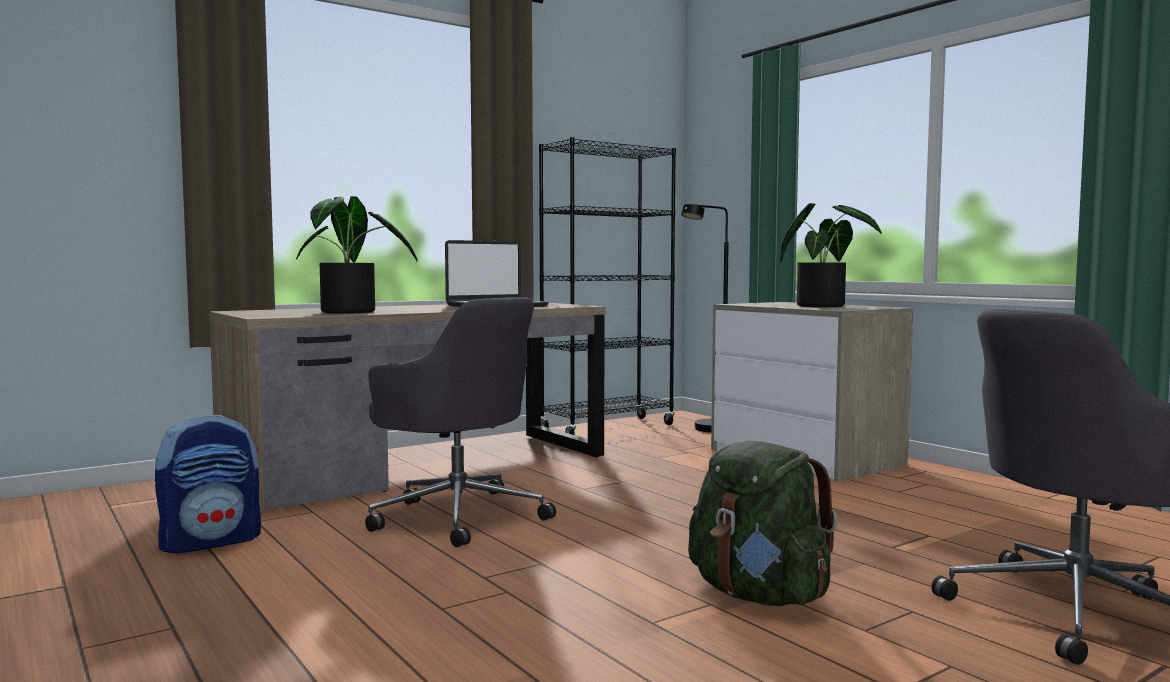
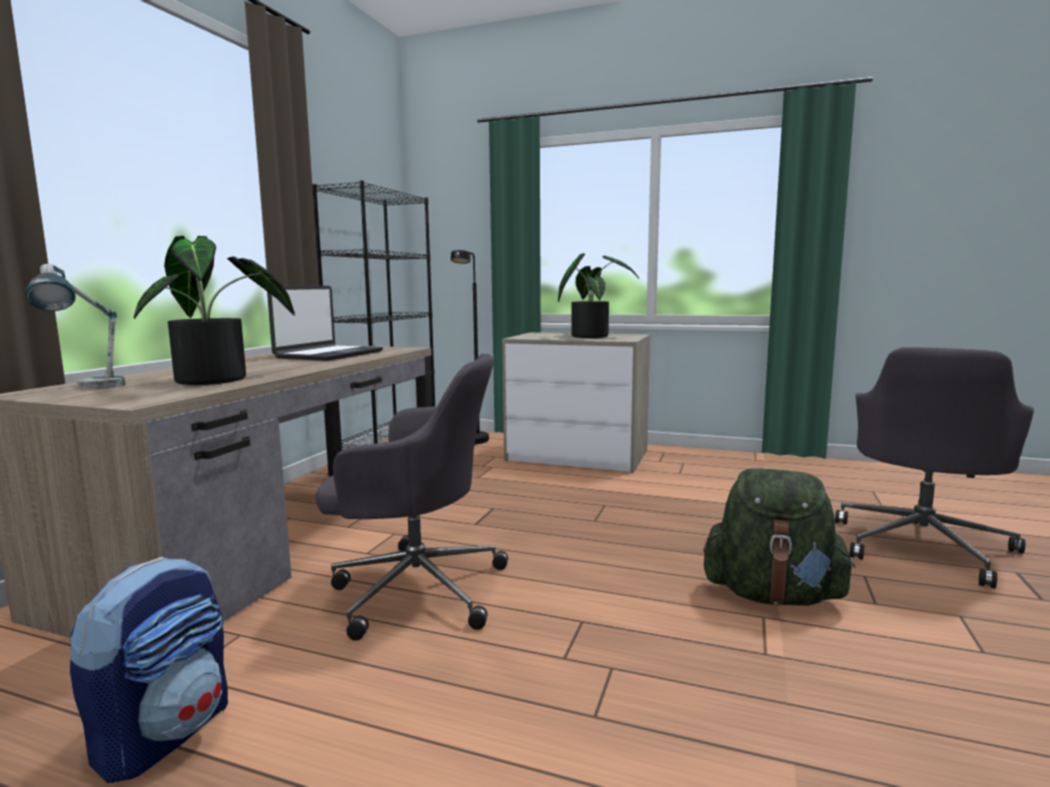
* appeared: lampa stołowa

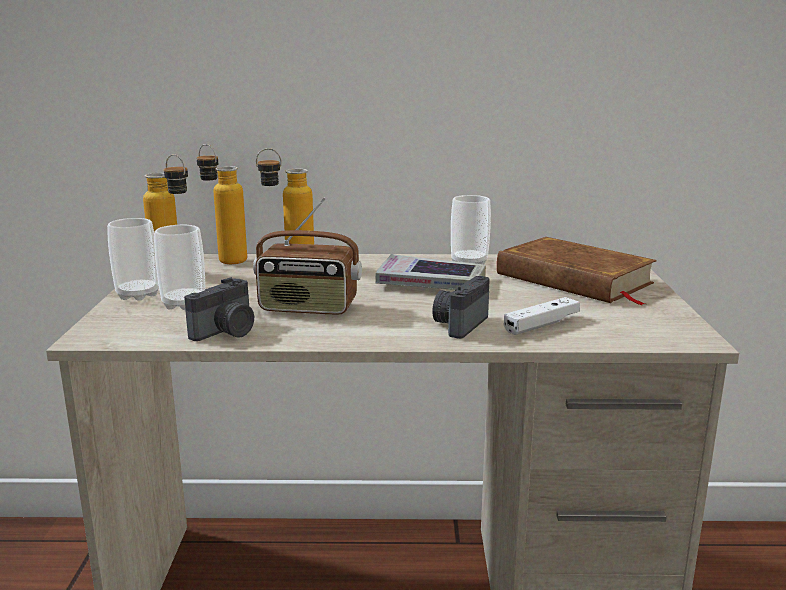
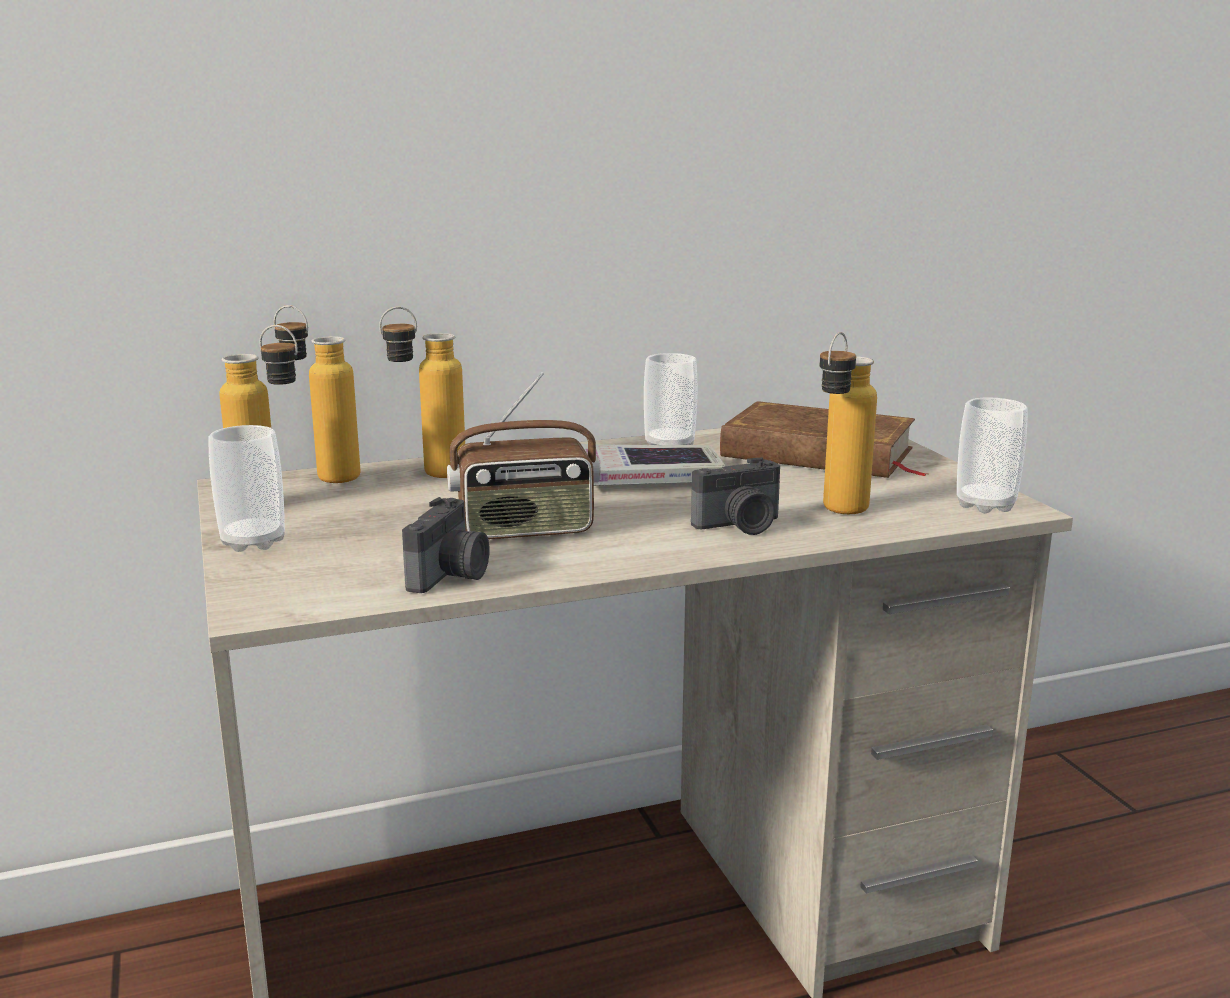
* relocated: filiżanka (no. 2 from left in the first image) to filiżanka (no. 3 from left)
* spun: aparat fotograficzny (no. 2 from left) 120 degrees counterclockwise
* exchanged: pad do gier [biały] to butelka (no. 4 from left)

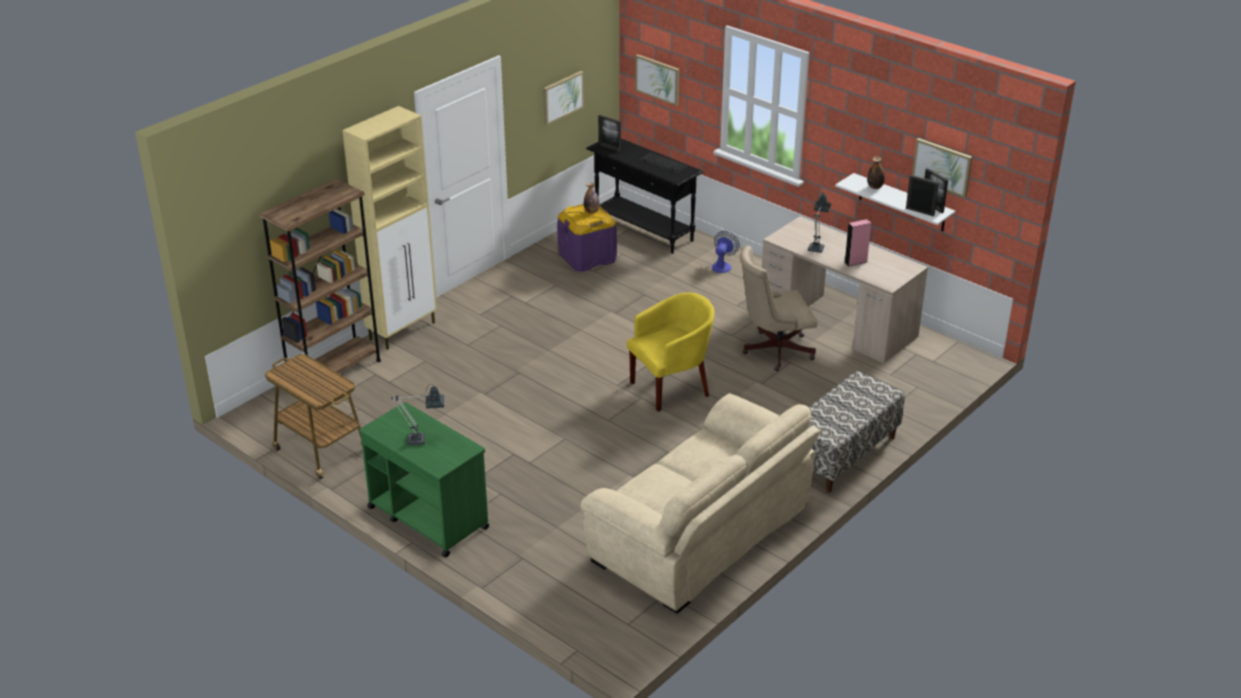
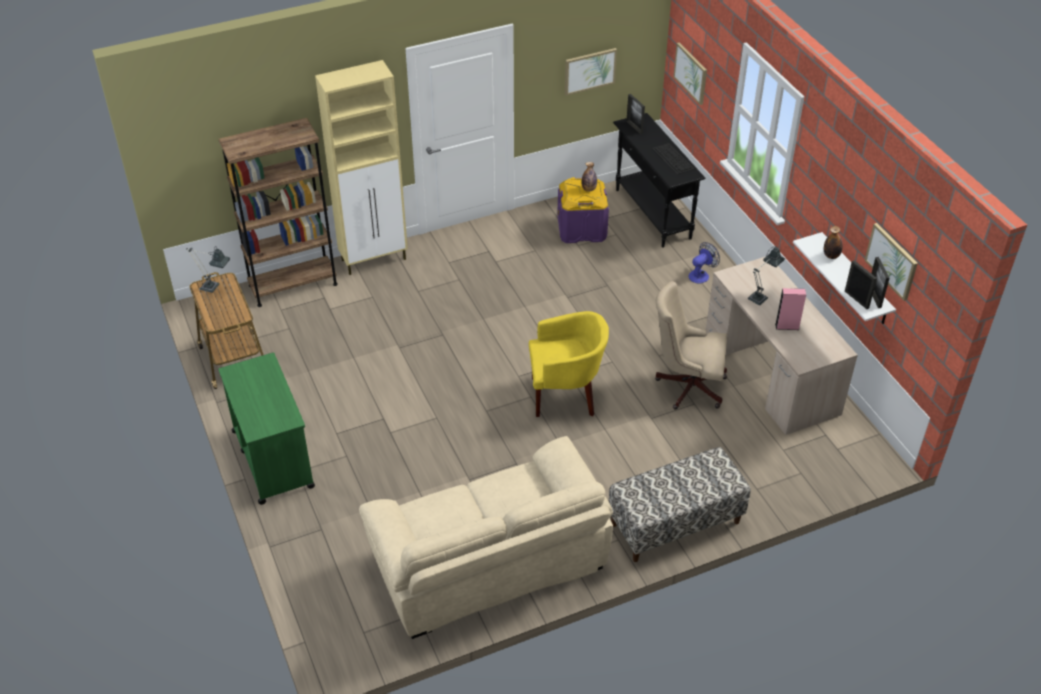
* relocated: lampa stołowa (no. 1 from left)

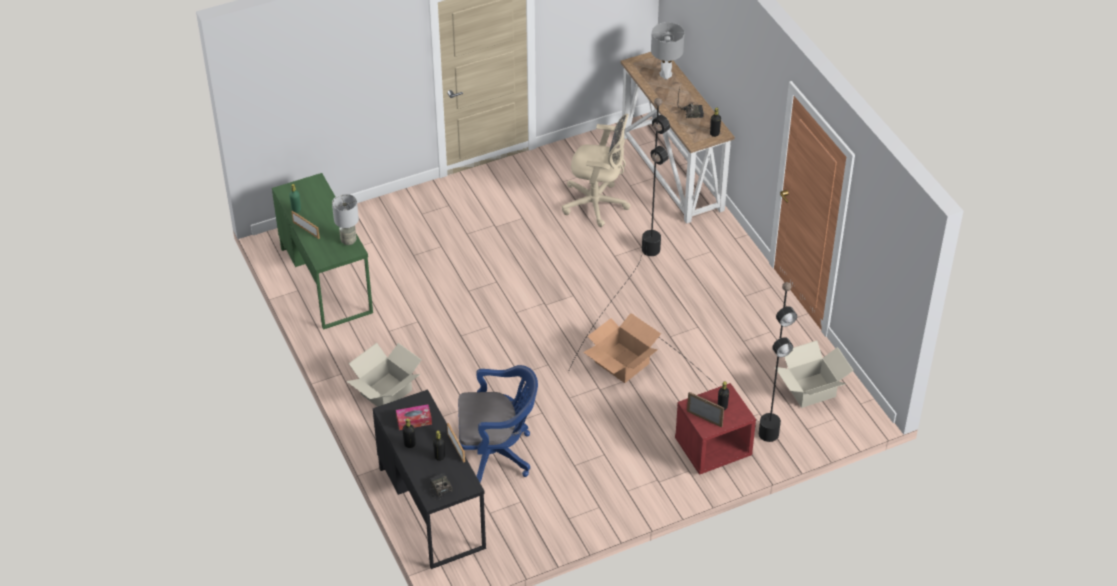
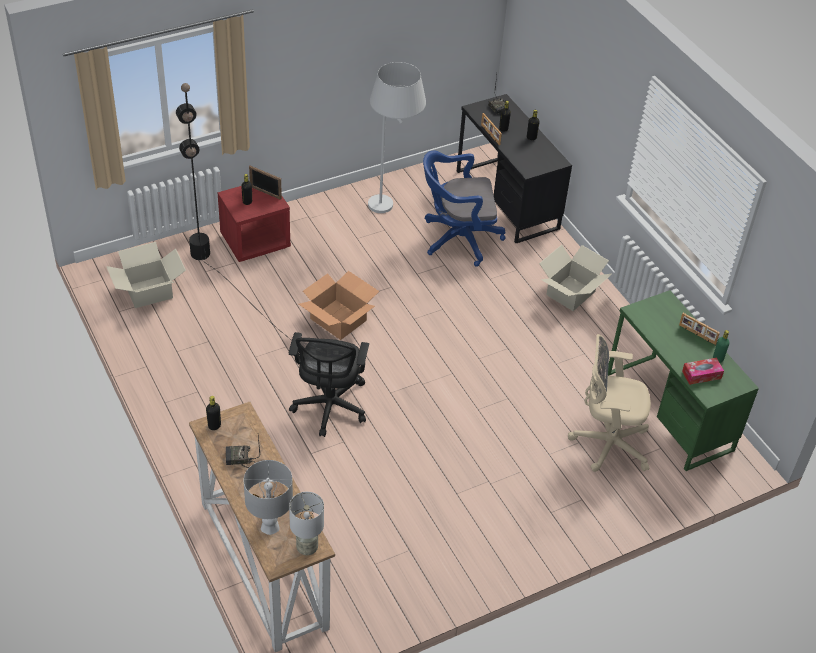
* relocated: lampa stołowa [szary] (no. 1 from left in the first image) to lampa stołowa [szary] (no. 2 from left)
* relocated: pudełko chusteczek
* relocated: krzesło biurowe [beżowy]
* exchanged: lampa stojąca [czarny] (no. 1 from left) to krzesło biurowe [czarny]
* appeared: lampa stojąca [biały]

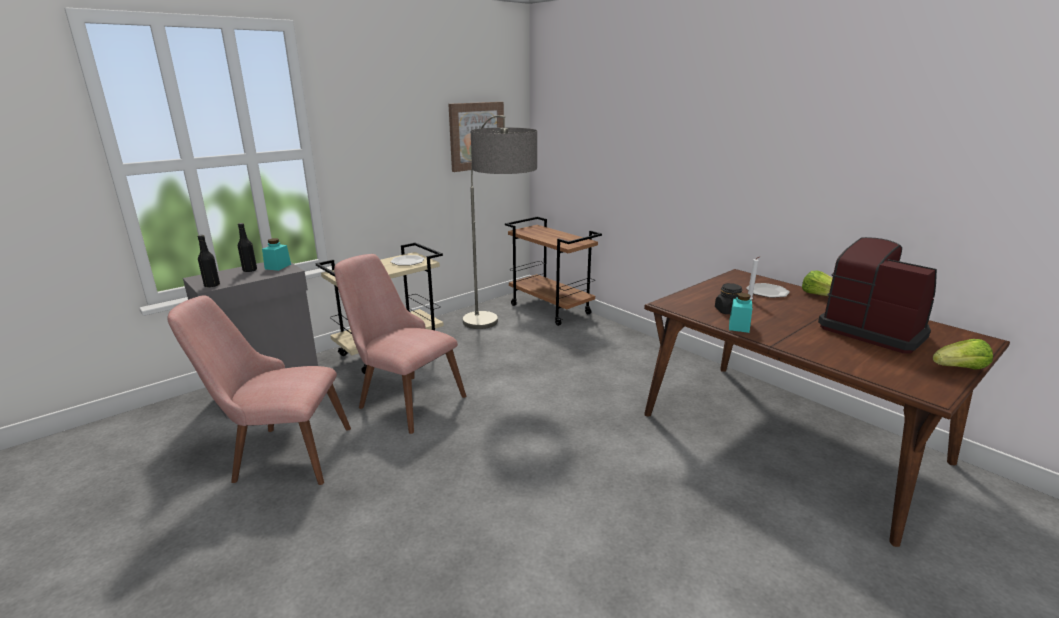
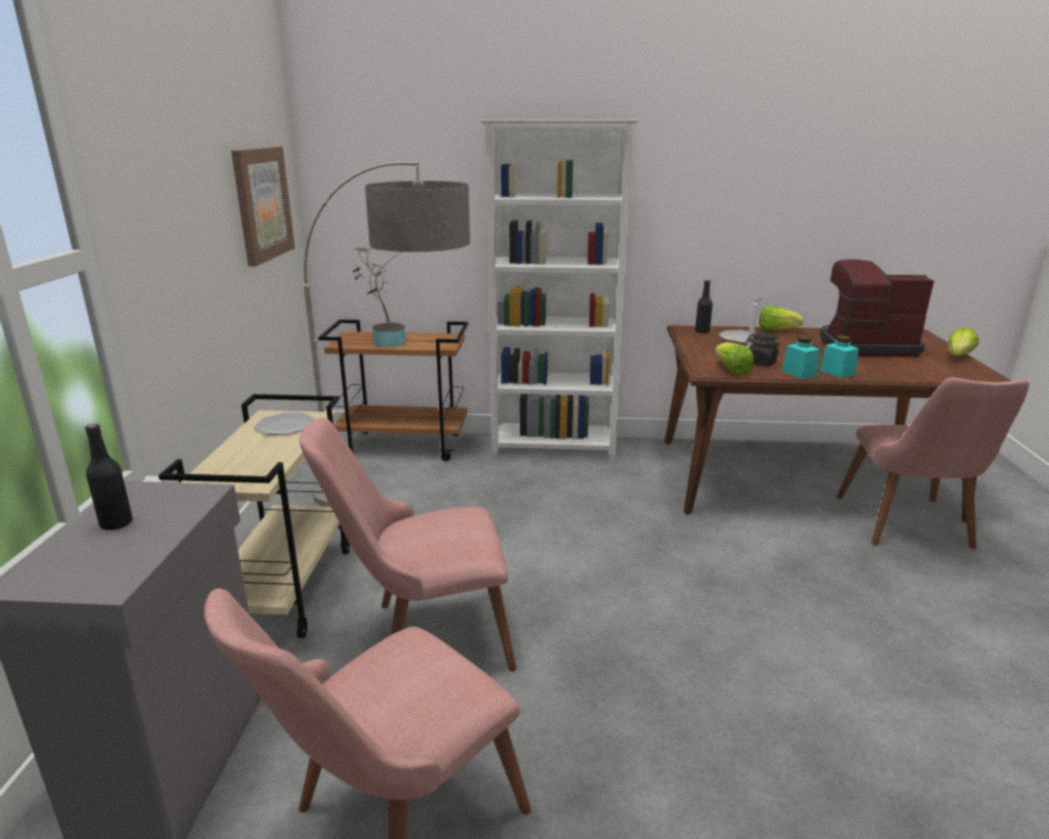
* relocated: butelka [czarny] (no. 1 from left in the first image) to butelka [czarny] (no. 2 from left)
* relocated: słoik [turkusowy] (no. 1 from left in the first image) to słoik [turkusowy] (no. 2 from left)
* appeared: roślina doniczkowa
* appeared: regał [biały]
* appeared: sałata (no. 1 from left)
* appeared: krzesło [różowy] (no. 3 from left)

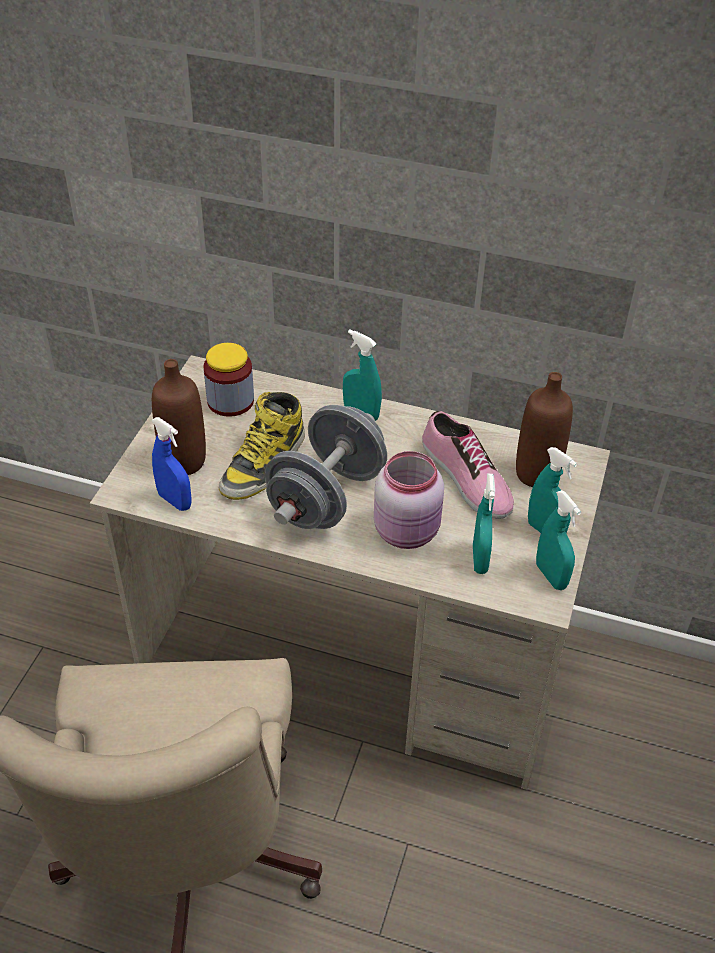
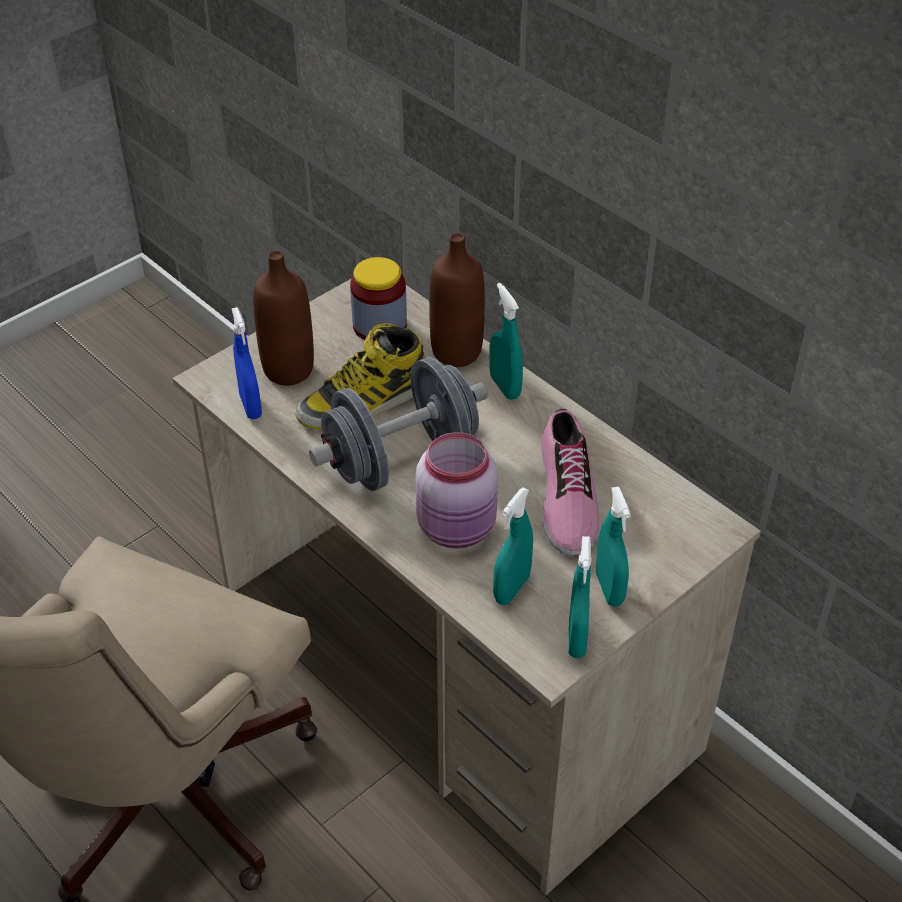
* relocated: butelka [brązowy] (no. 2 from left)

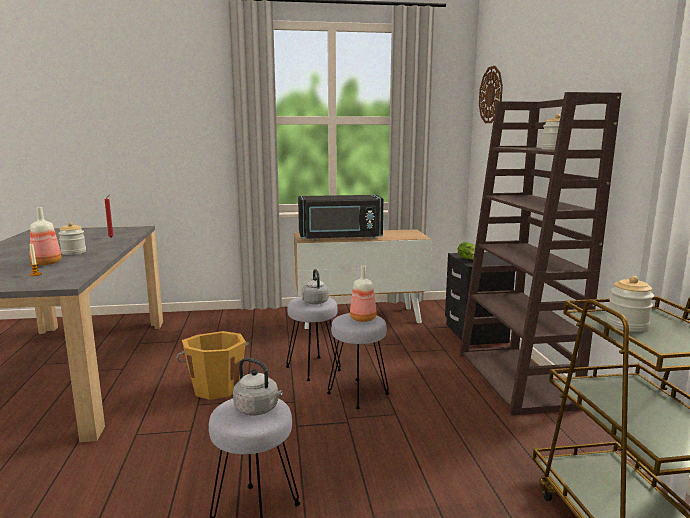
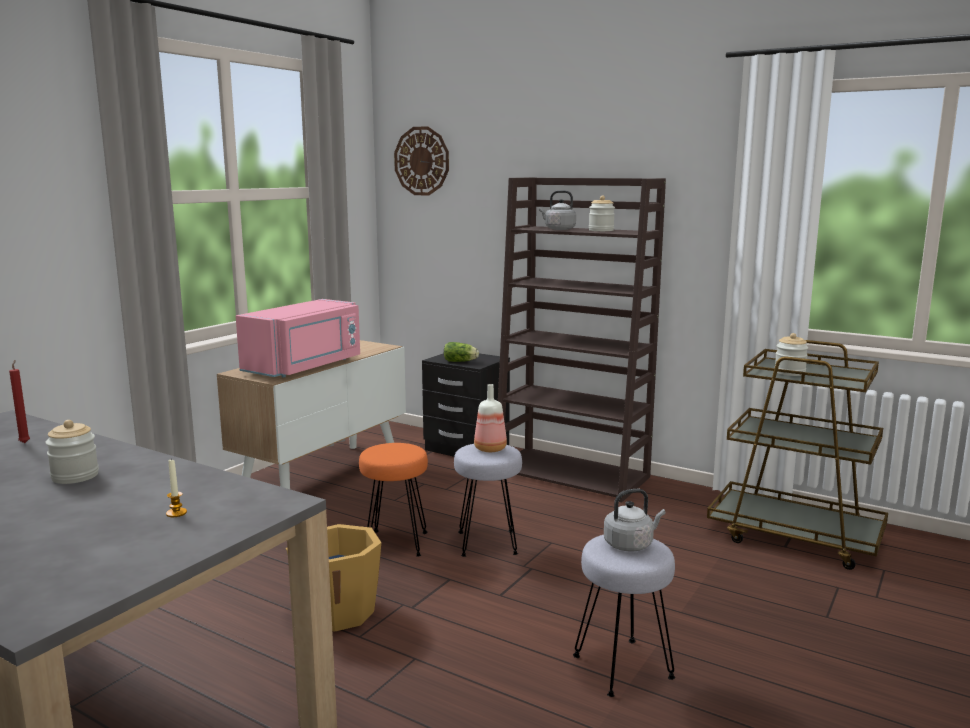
* missing: butelka (no. 1 from left)
* colour: stołek [szary] (no. 2 from left) to stołek [pomarańczowy]
* colour: mikrofalówka [czarny] to mikrofalówka [różowy]
* relocated: czajnik [szary] (no. 2 from left in the first image) to czajnik [szary] (no. 1 from left)

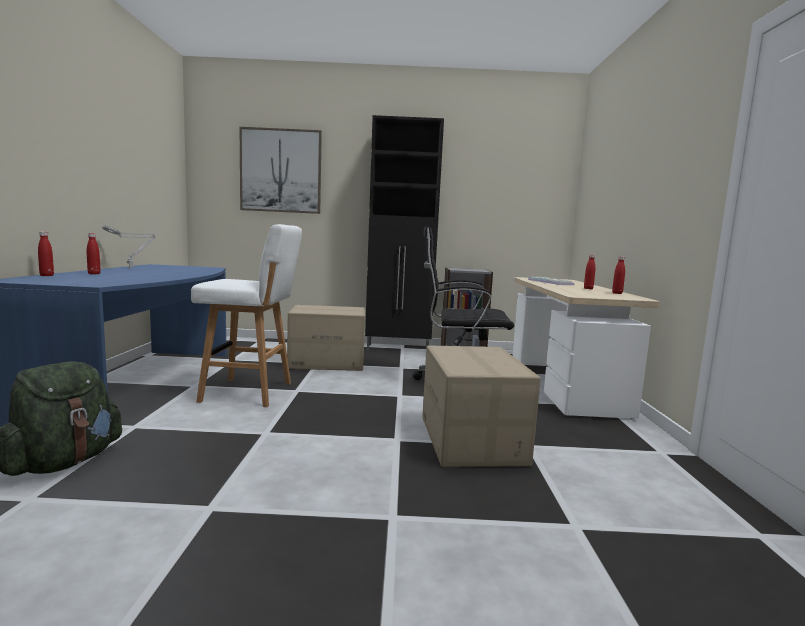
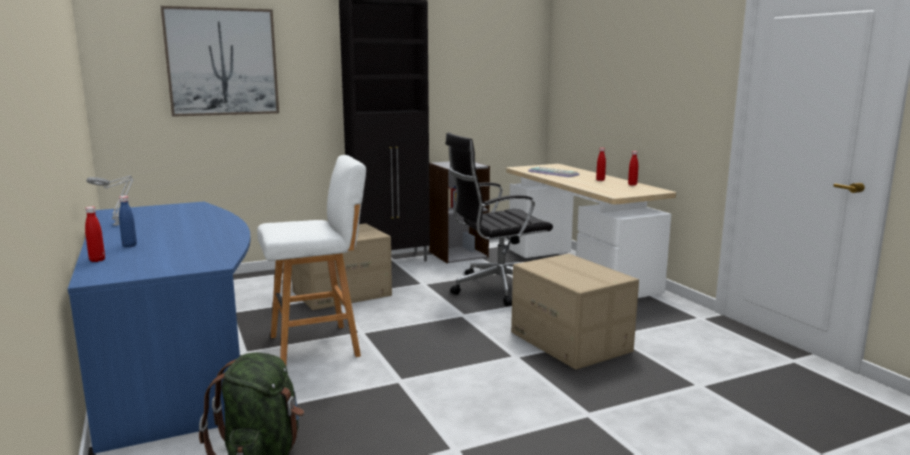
* colour: butelka [czerwony] (no. 2 from left) to butelka [niebieski]

